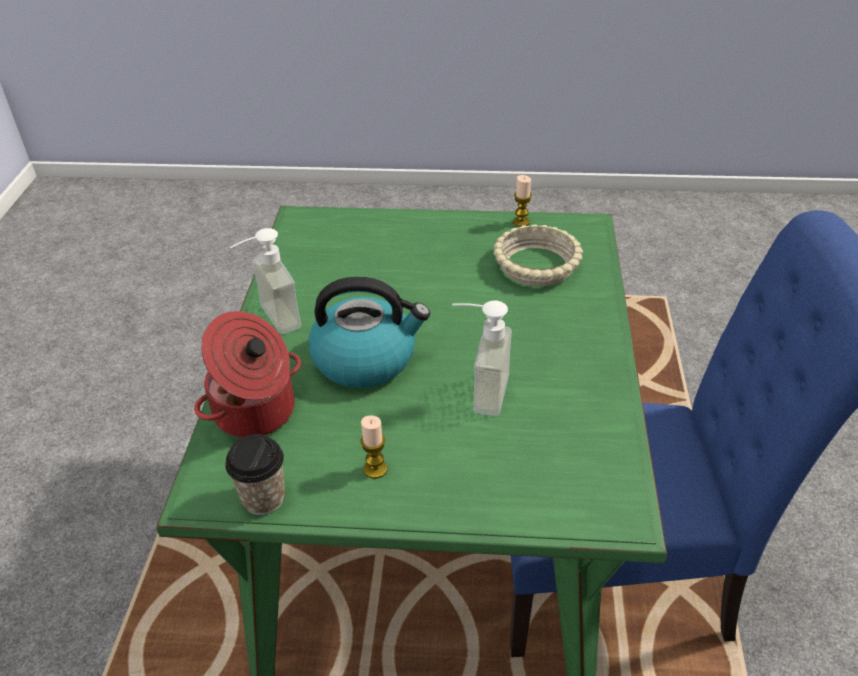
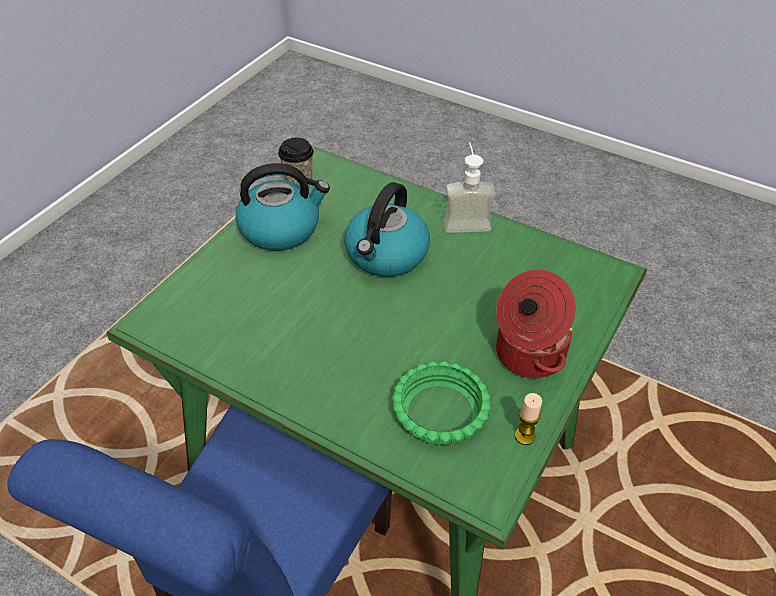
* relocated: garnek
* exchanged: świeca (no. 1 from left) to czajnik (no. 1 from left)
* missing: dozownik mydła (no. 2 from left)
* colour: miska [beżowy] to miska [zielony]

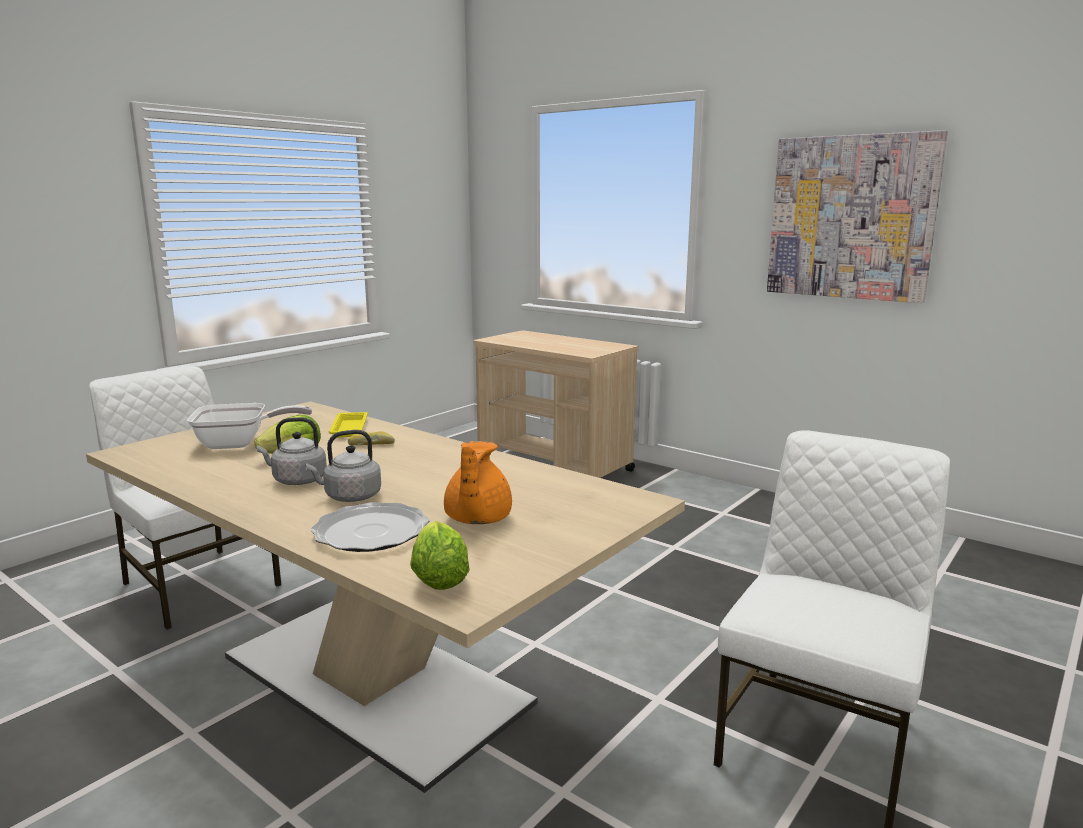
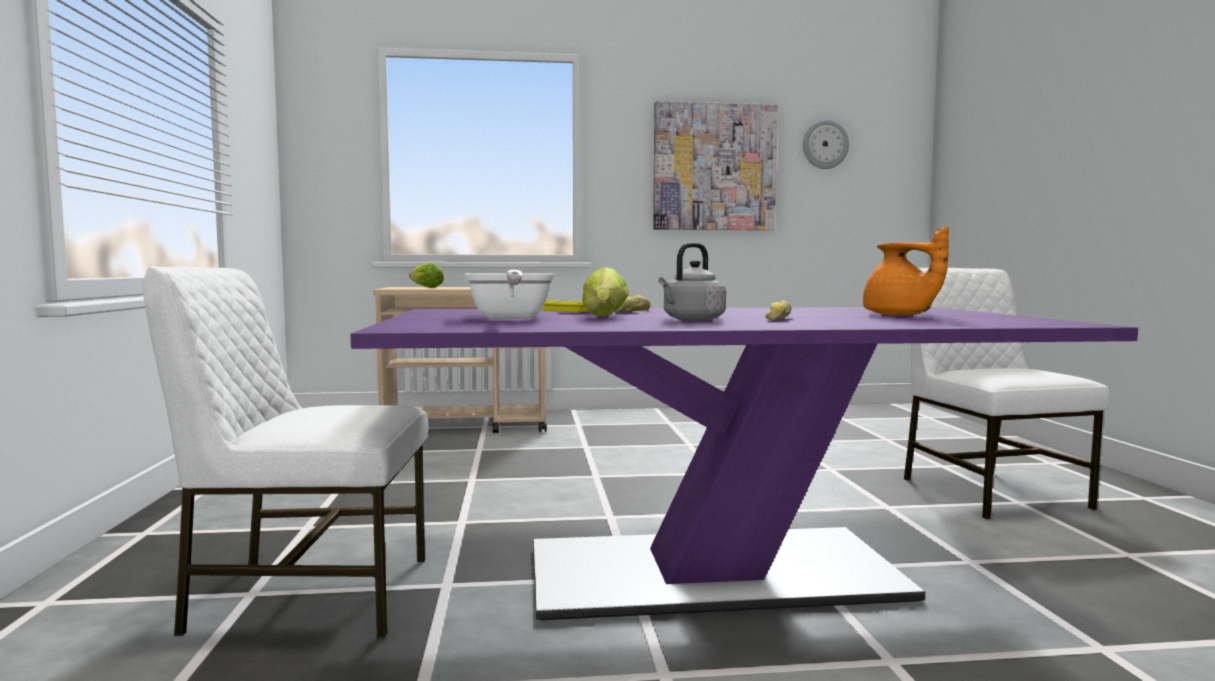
* colour: stół jadalny [beżowy] to stół jadalny [fioletowy]
* spun: patelnia 135 degrees clockwise
* exchanged: czajnik [szary] (no. 2 from left) to chleb (no. 2 from left)
* missing: talerz
* relocated: sałata (no. 2 from left in the first image) to sałata (no. 1 from left)
* appeared: zegar ścienny

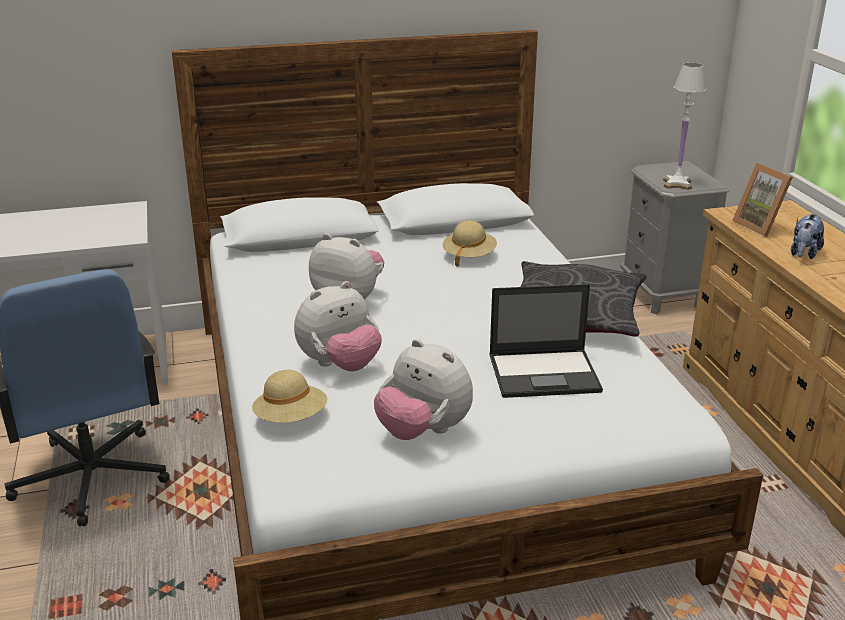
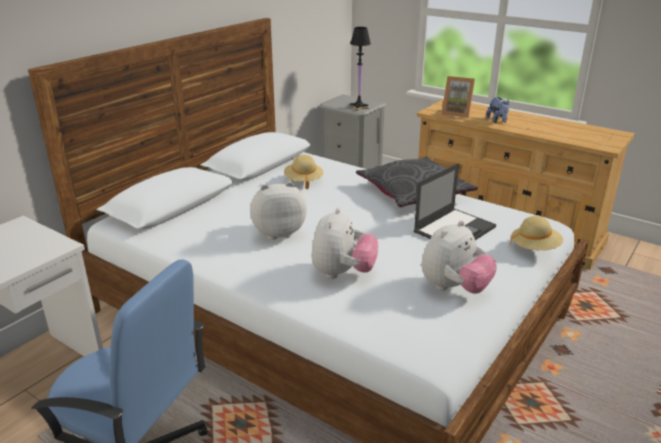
* relocated: kapelusz [beżowy] (no. 1 from left in the first image) to kapelusz [beżowy] (no. 2 from left)
* spun: pluszak (no. 3 from left) 45 degrees counterclockwise
* colour: lampa stołowa [biały] to lampa stołowa [czarny]

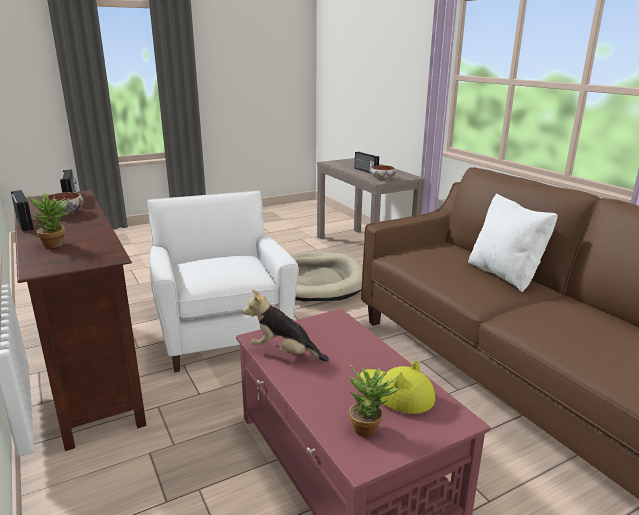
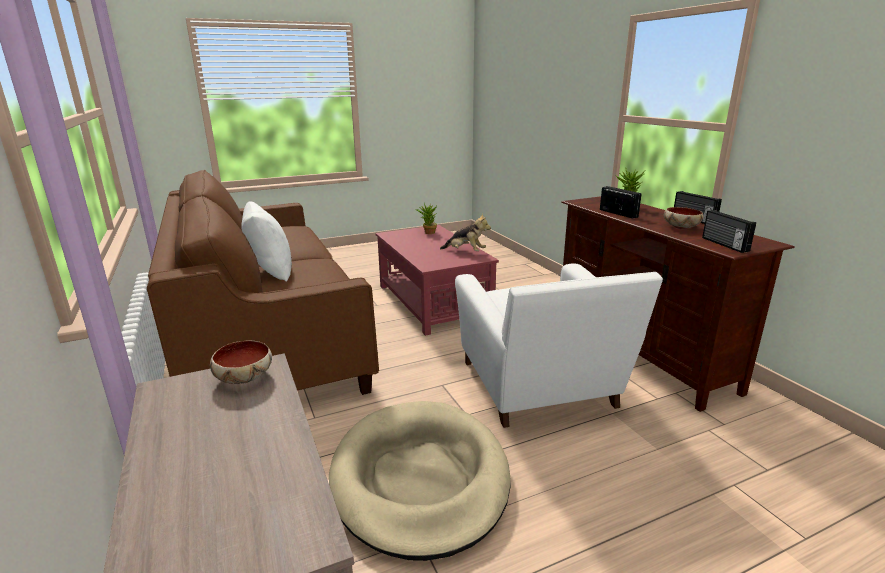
* relocated: radio (no. 3 from left in the first image) to radio (no. 1 from left)
* missing: kapelusz [żółty]

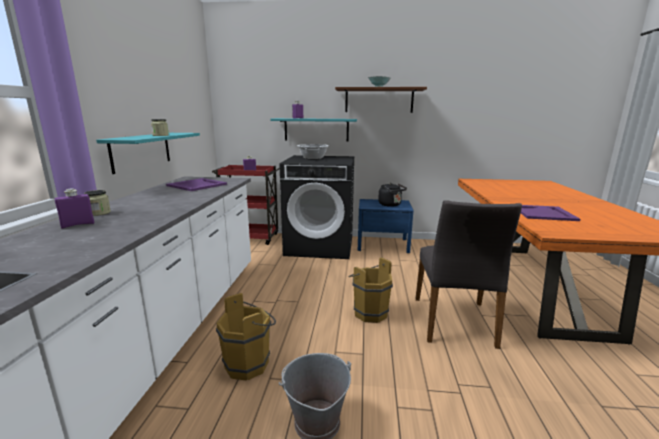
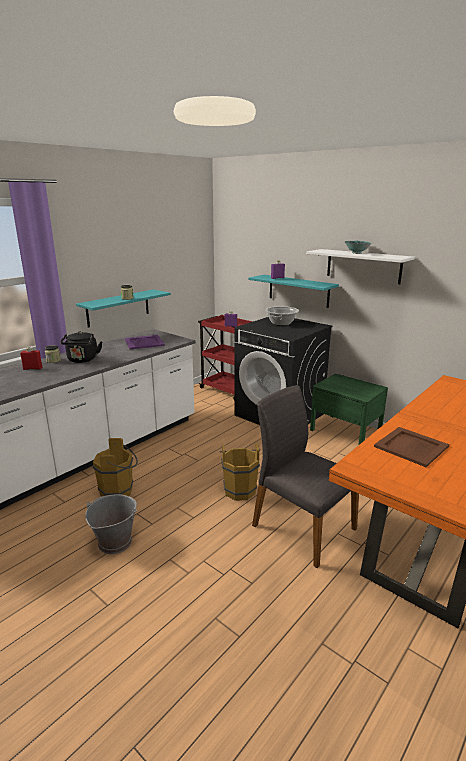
* colour: butelka [fioletowy] (no. 1 from left) to butelka [czerwony]
* colour: półka [brązowy] to półka [biały]
* colour: szafka nocna [niebieski] to szafka nocna [zielony]
* relocated: czajnik [czarny]
* spun: krzesło [szary] 90 degrees clockwise
* colour: taca [fioletowy] (no. 2 from left) to taca [brązowy]

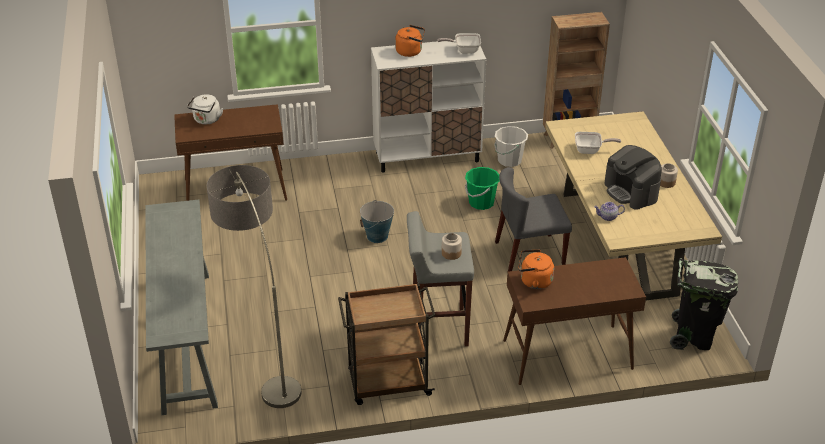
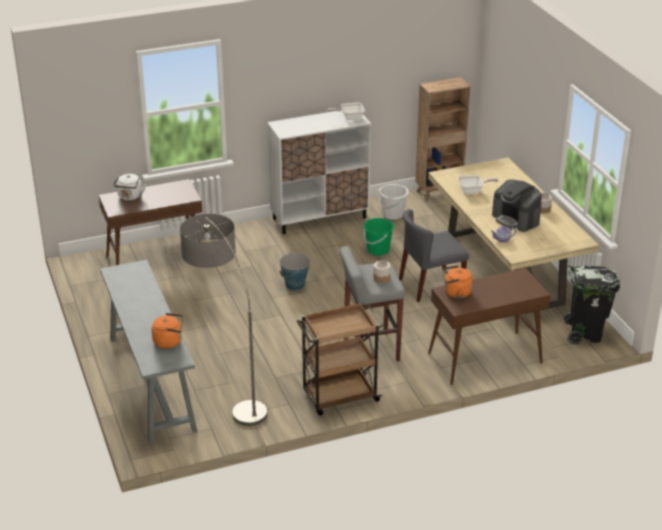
* relocated: czajnik [pomarańczowy] (no. 1 from left)

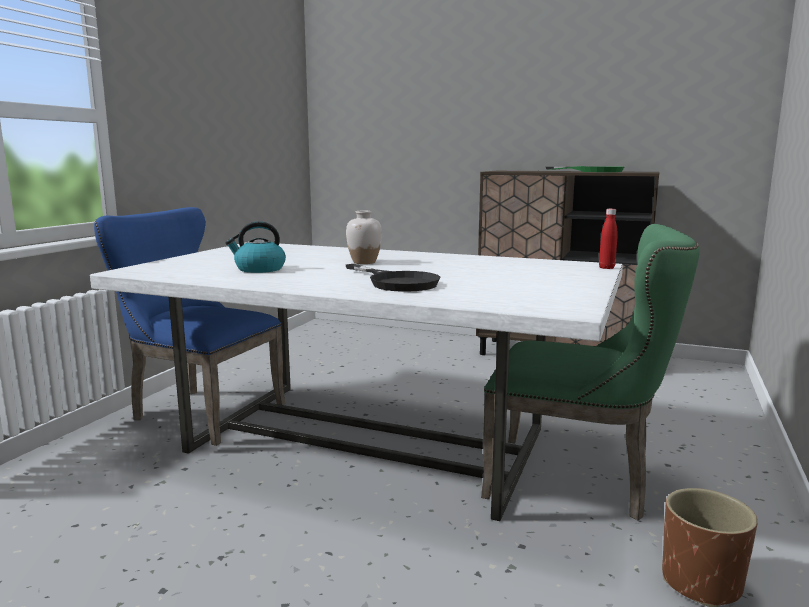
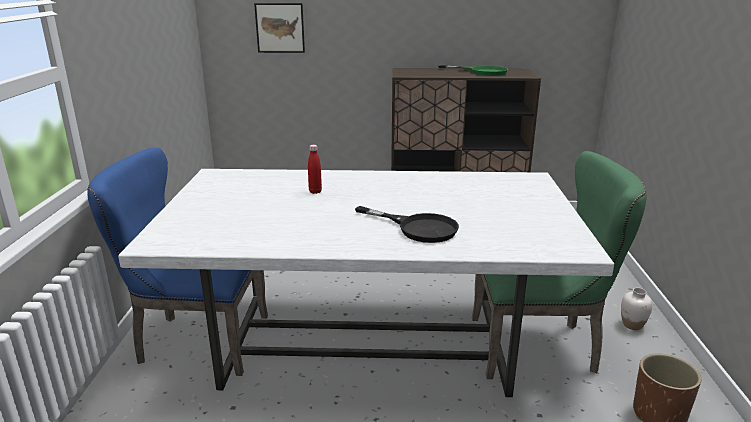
* missing: czajnik
* relocated: wazon [biały]
* relocated: butelka [czerwony]
* appeared: obraz

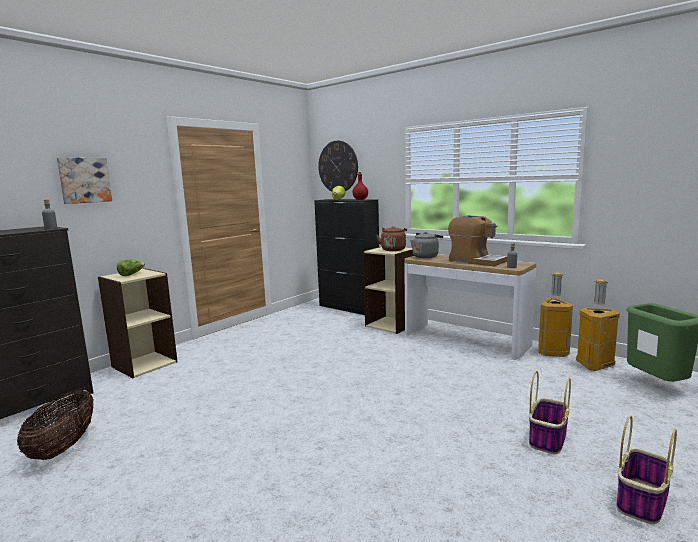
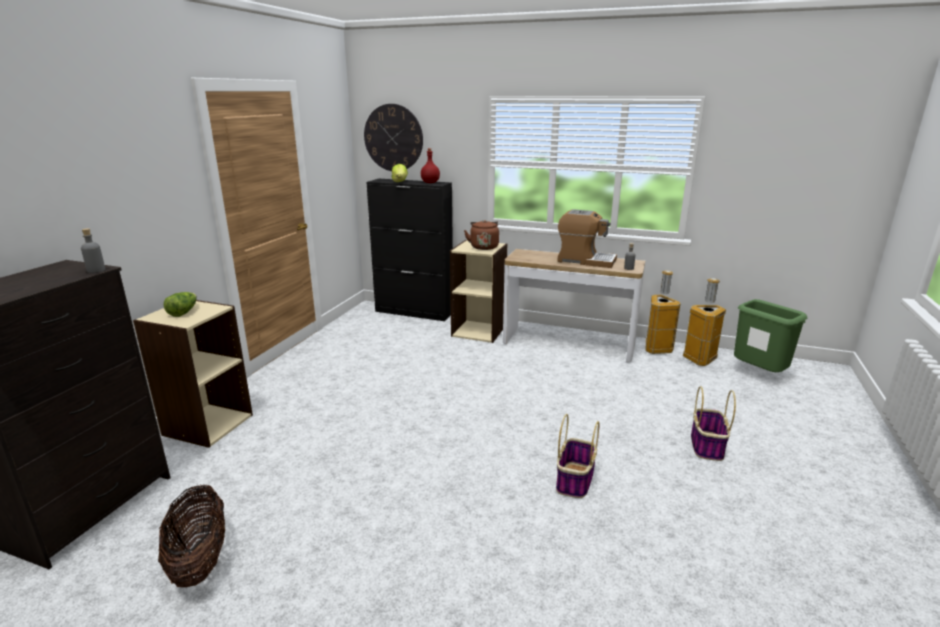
* missing: obraz
* missing: czajnik [szary]
* relocated: koszyk (no. 3 from left in the first image) to koszyk (no. 2 from left)

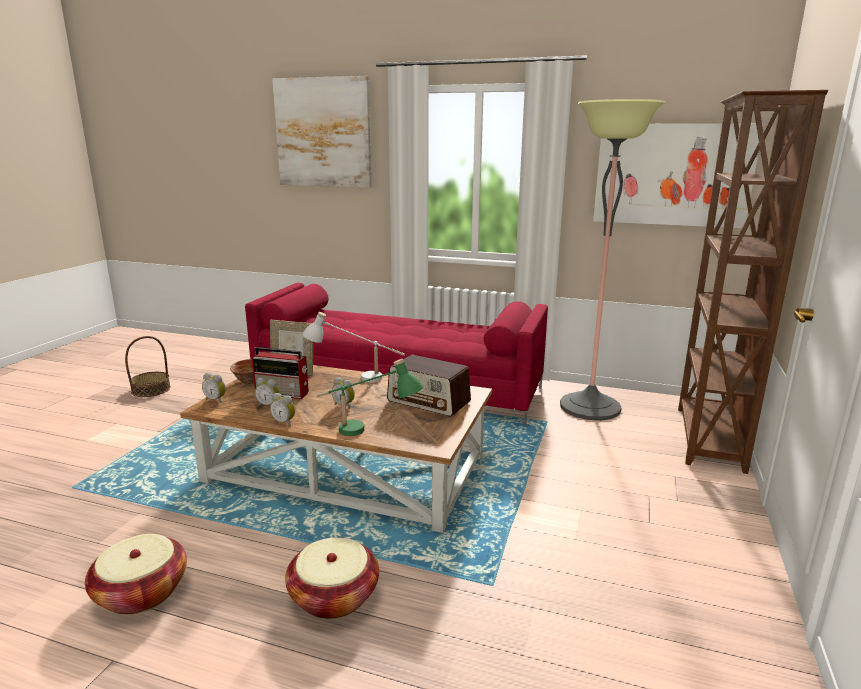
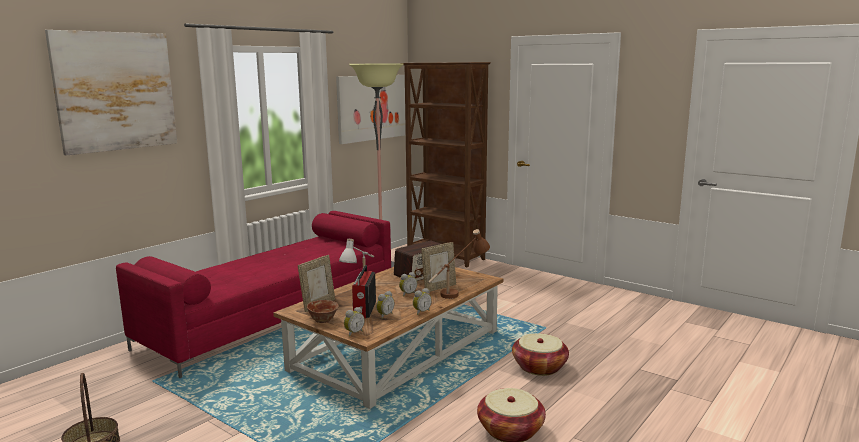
* spun: radio (no. 1 from left) 150 degrees clockwise
* colour: lampa stołowa [zielony] to lampa stołowa [brązowy]
* appeared: ramka na zdjęcie (no. 2 from left)

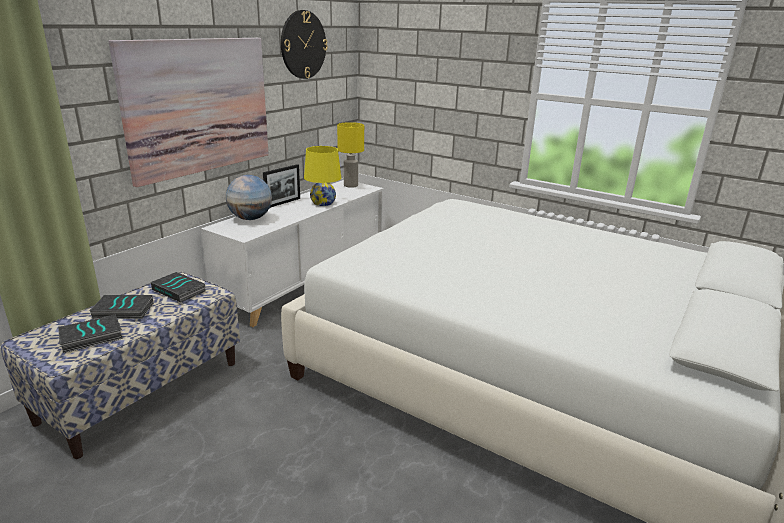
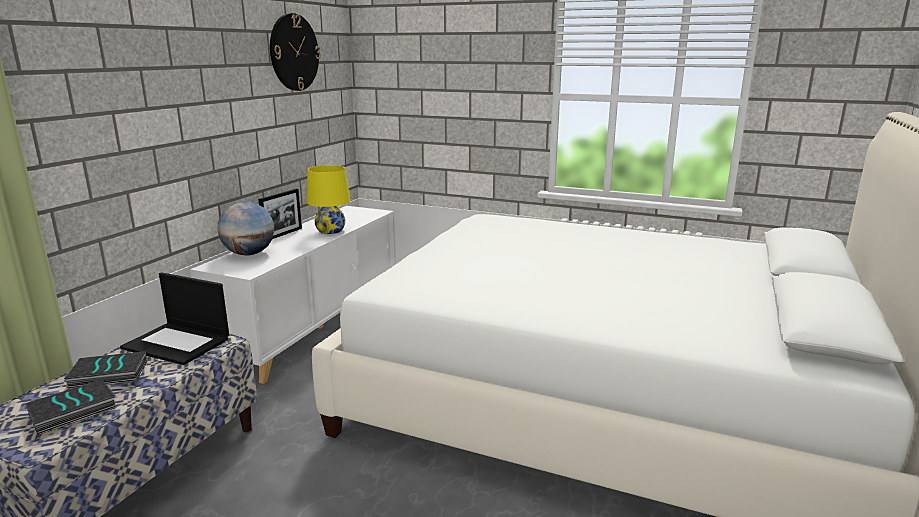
* missing: obraz
* exchanged: książka (no. 3 from left) to laptop
* missing: lampa stołowa [żółty] (no. 2 from left)

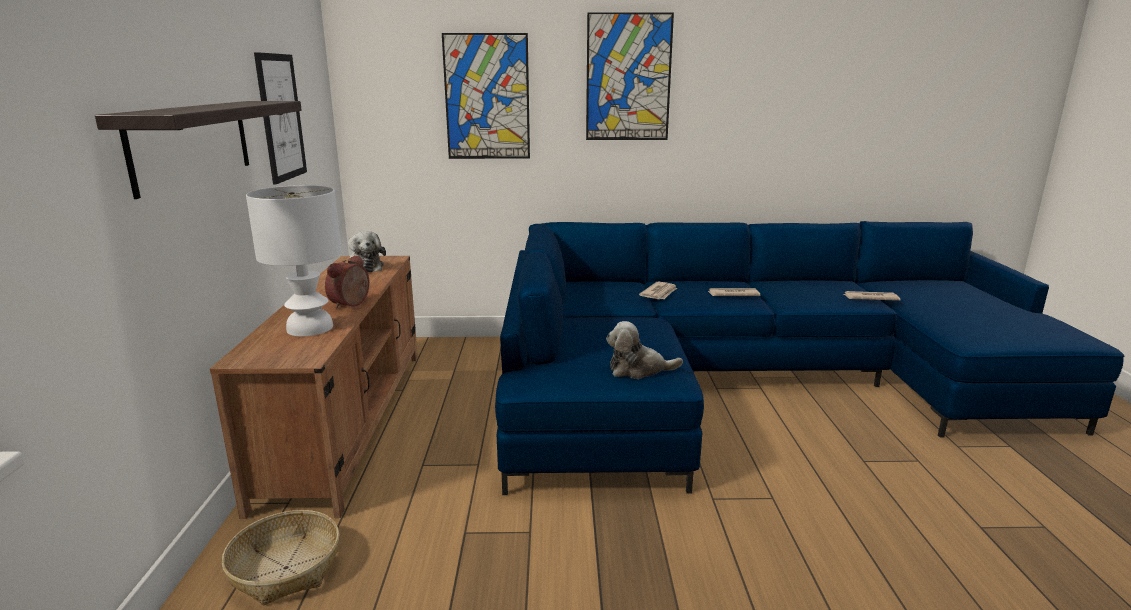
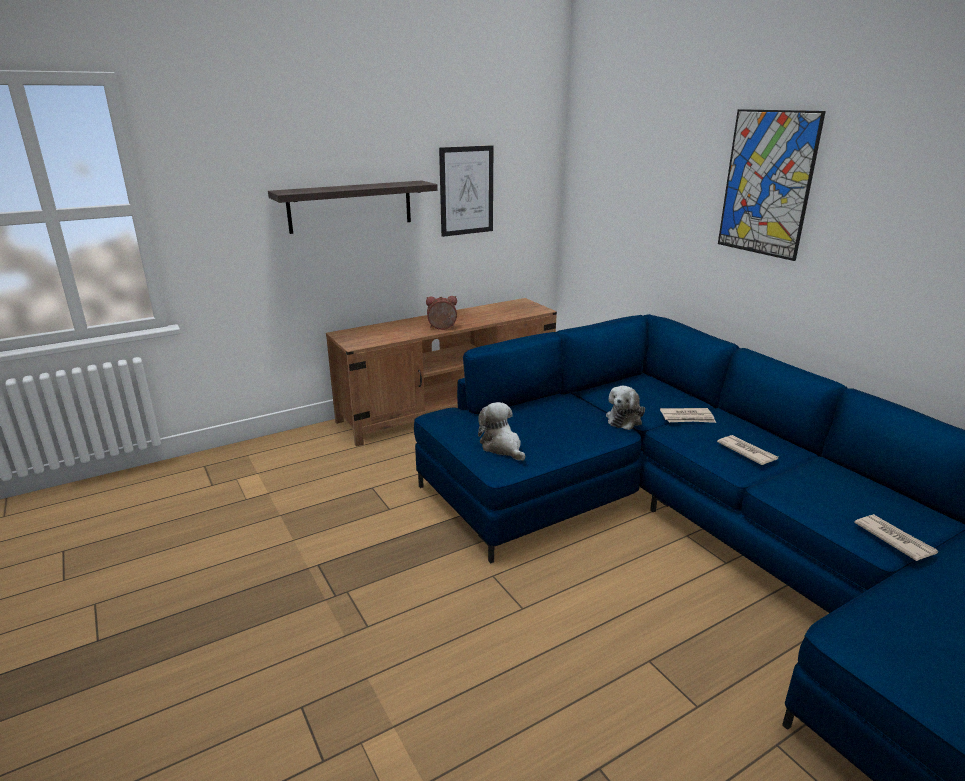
* missing: koszyk
* missing: lampa stołowa [biały]
* relocated: pluszak (no. 1 from left in the first image) to pluszak (no. 2 from left)
* missing: obraz (no. 2 from left)

